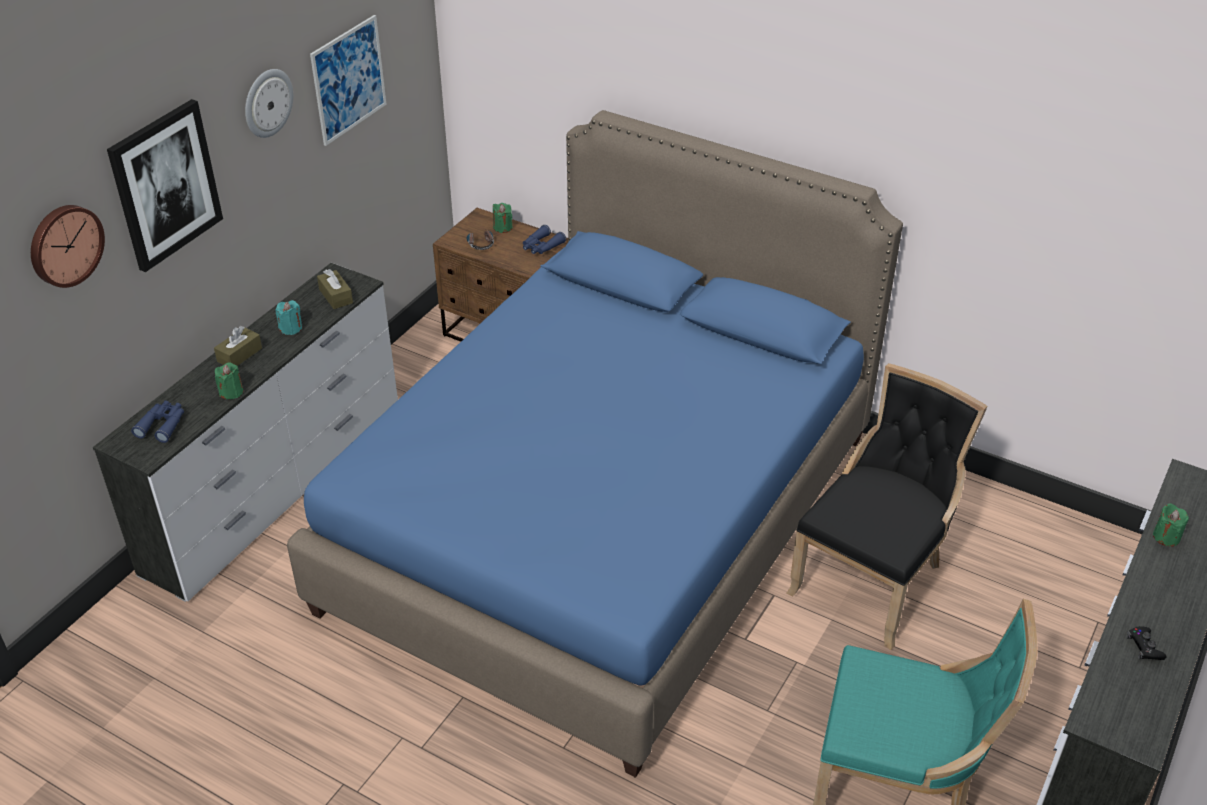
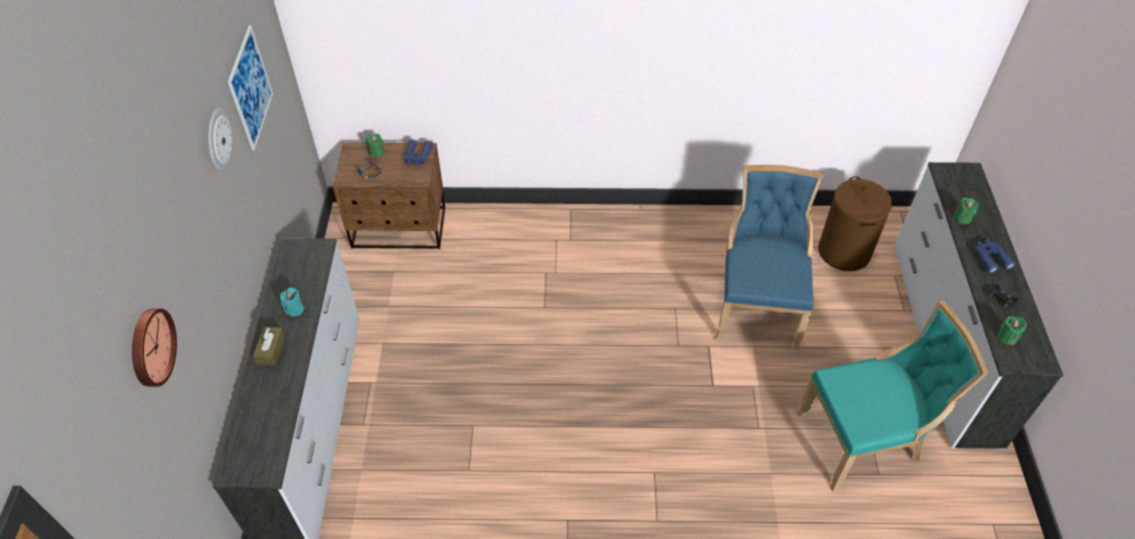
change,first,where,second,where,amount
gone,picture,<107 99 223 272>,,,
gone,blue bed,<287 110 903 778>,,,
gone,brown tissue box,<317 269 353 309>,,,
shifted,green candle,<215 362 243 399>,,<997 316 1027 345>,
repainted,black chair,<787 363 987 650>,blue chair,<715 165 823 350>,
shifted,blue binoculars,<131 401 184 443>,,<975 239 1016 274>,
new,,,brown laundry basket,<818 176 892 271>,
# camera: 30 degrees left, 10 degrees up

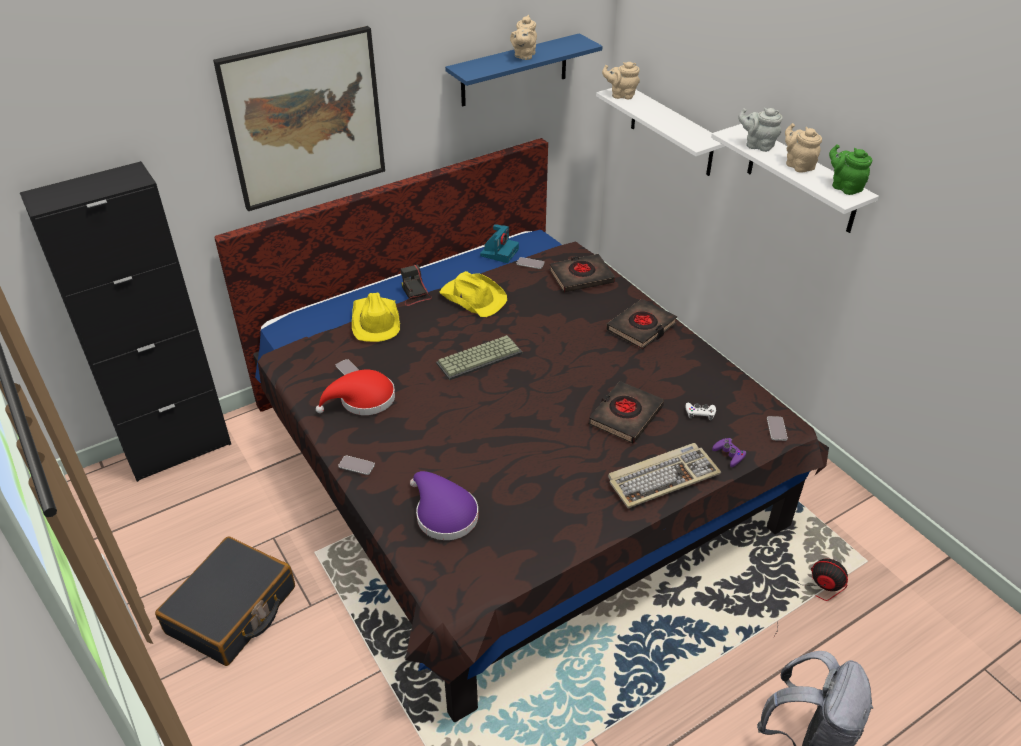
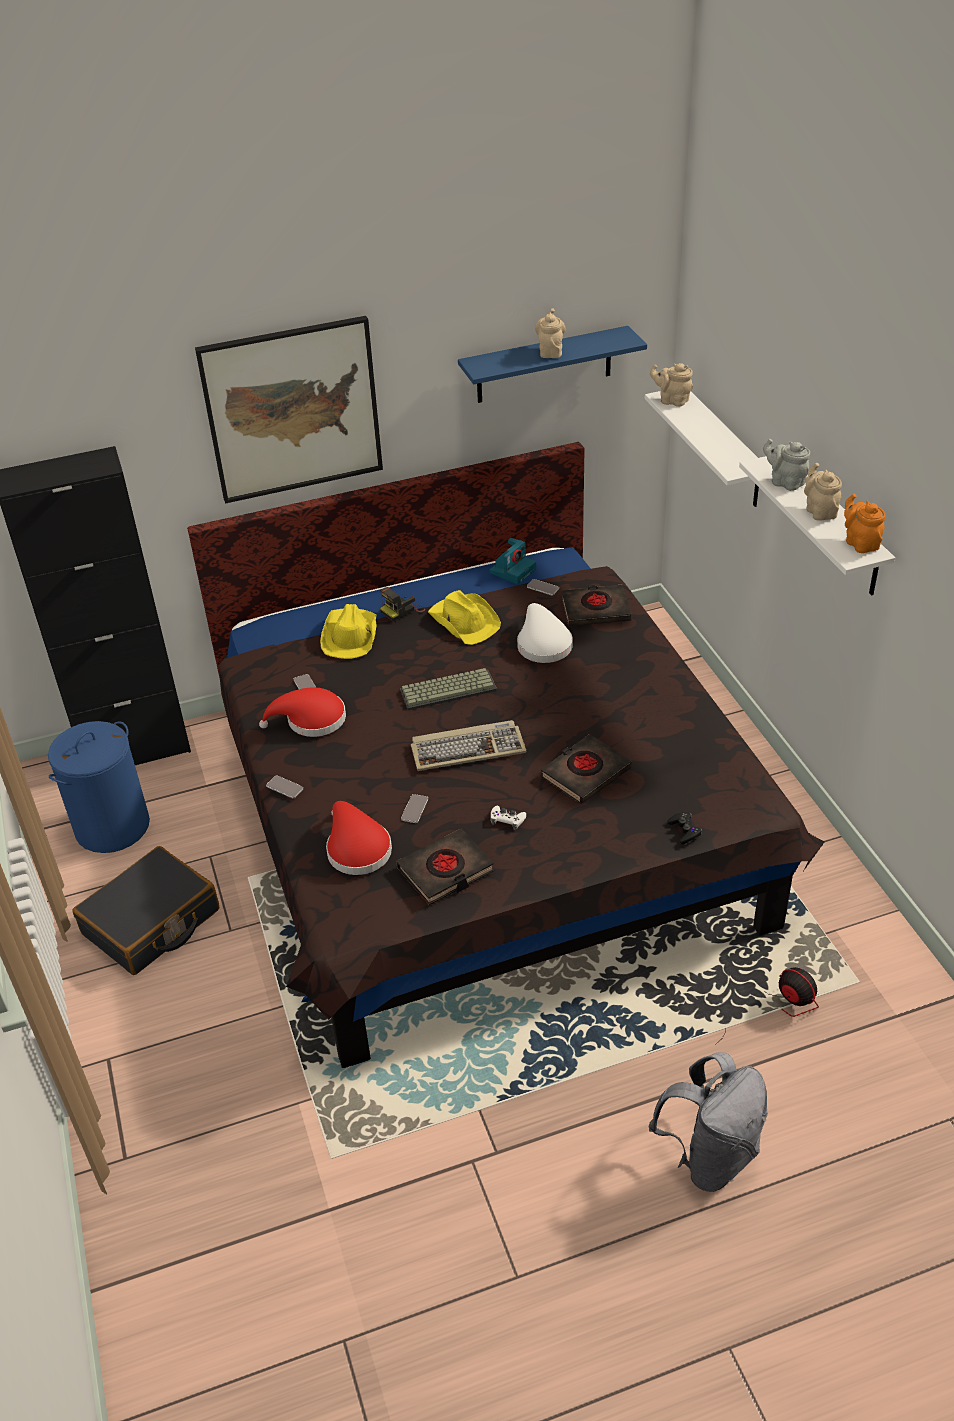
change,first,where,second,where,amount
rotated,beige teapot,<510 15 537 60>,,<535 308 566 358>,150 degrees clockwise
repainted,green teapot,<829 144 872 195>,orange teapot,<844 494 885 553>,
rotated,photo camera,<401 265 432 306>,,<380 587 425 621>,120 degrees counterclockwise
shifted,black book,<606 299 677 349>,,<396 828 494 905>,
shifted,white game controller,<685 403 716 421>,,<491 806 526 830>,
shifted,phone,<767 416 788 441>,,<401 794 428 823>,
repainted,purple game controller,<712 438 747 467>,black game controller,<667 812 702 844>,
shifted,keyboard,<608 443 721 509>,,<411 720 527 771>,
repainted,purple hat,<410 471 478 540>,red hat,<326 801 392 875>,
new,,,white hat,<517 603 573 663>,
new,,,blue laundry basket,<48 721 150 853>,
# camera: 15 degrees right, 0 degrees up

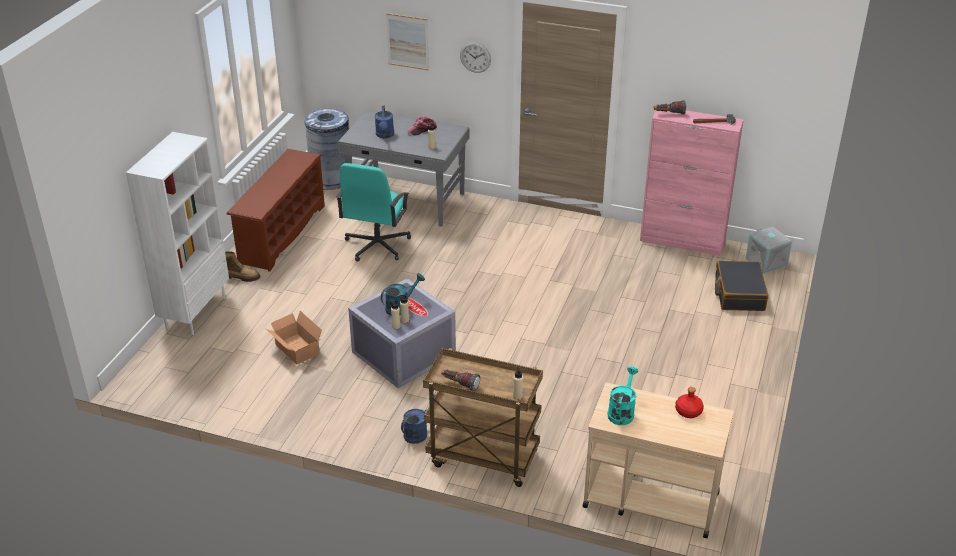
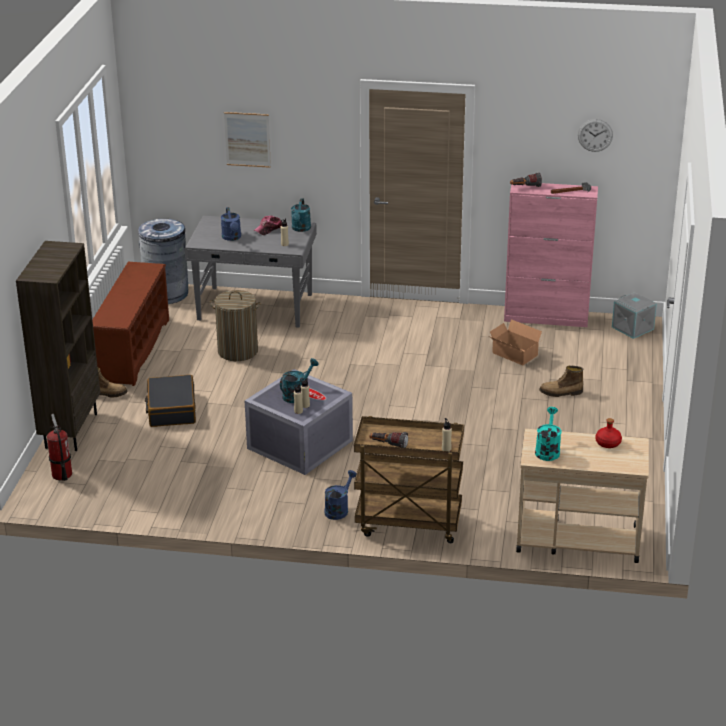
change,first,where,second,where,amount
shifted,wall clock,<460 42 491 73>,,<578 119 613 152>,
repainted,white bookcase,<126 132 229 335>,brown bookcase,<16 241 100 451>,
swapped,turquoise office chair,<336 163 411 262>,laundry basket,<210 290 261 361>,
shifted,black suitcase,<715 261 768 311>,,<145 375 196 427>,
shifted,cardboard box,<265 311 322 365>,,<489 319 542 365>,
new,,,turquoise watering can,<291 198 311 232>,
new,,,boot,<539 366 583 397>,
new,,,fire extinguisher,<47 414 72 481>,
# camera: 10 degrees left, 5 degrees down

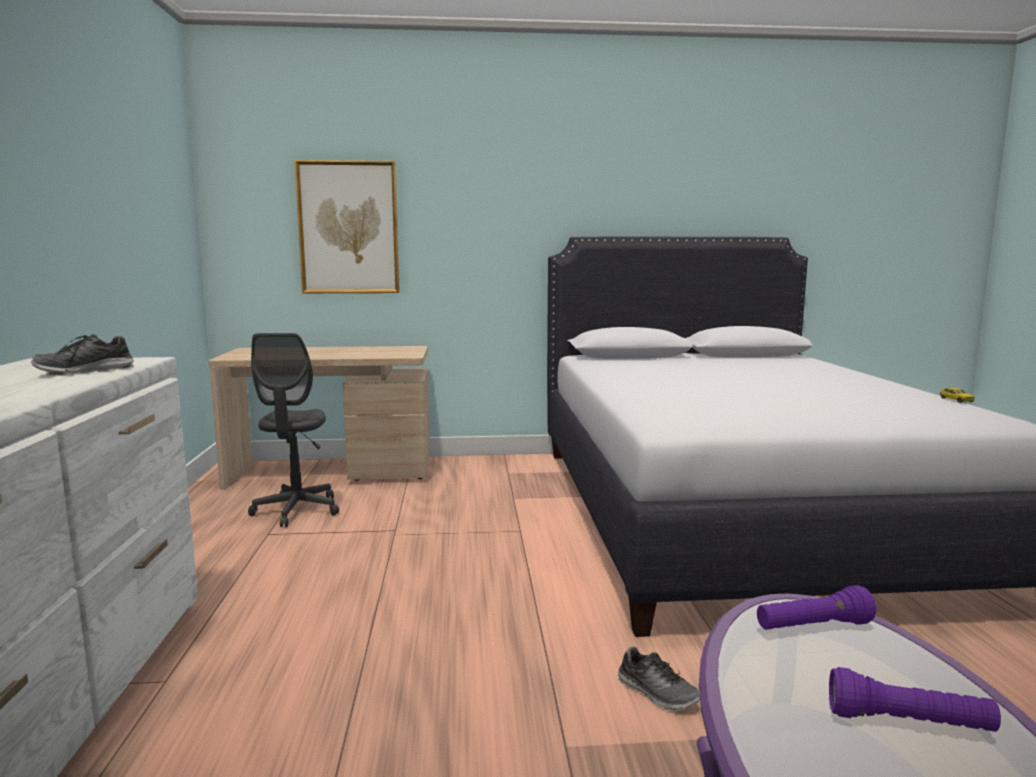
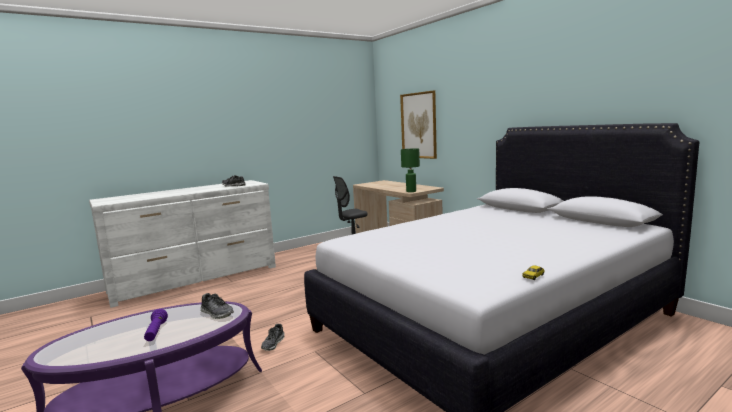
change,first,where,second,where,amount
swapped,purple flashlight,<757 585 876 630>,shoe,<200 293 234 319>,
new,,,green table lamp,<401 148 420 192>,
# camera: 60 degrees right, 0 degrees up

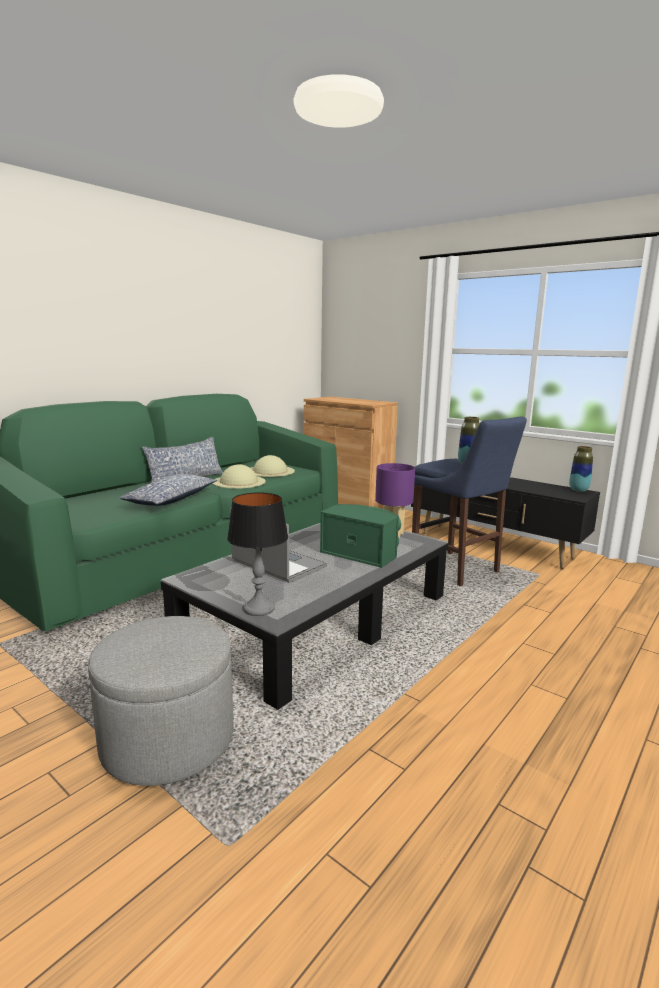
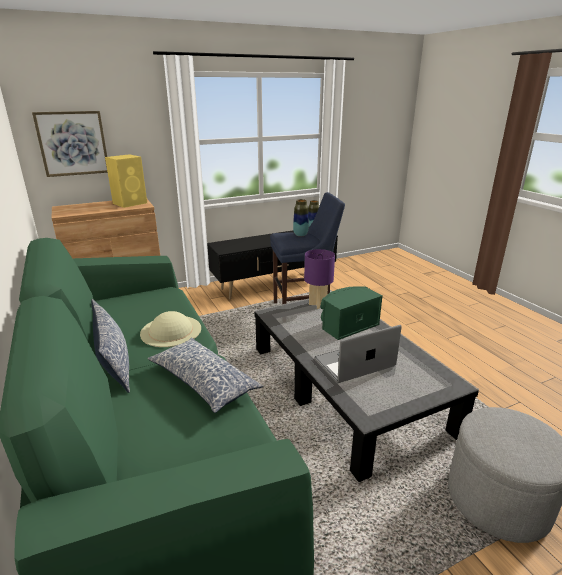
change,first,where,second,where,amount
gone,beige hat,<251 455 295 477>,,,
gone,table lamp,<227 492 288 616>,,,
new,,,picture,<32 111 108 177>,
new,,,yellow speaker,<105 154 147 208>,
# camera: 65 degrees left, 10 degrees up

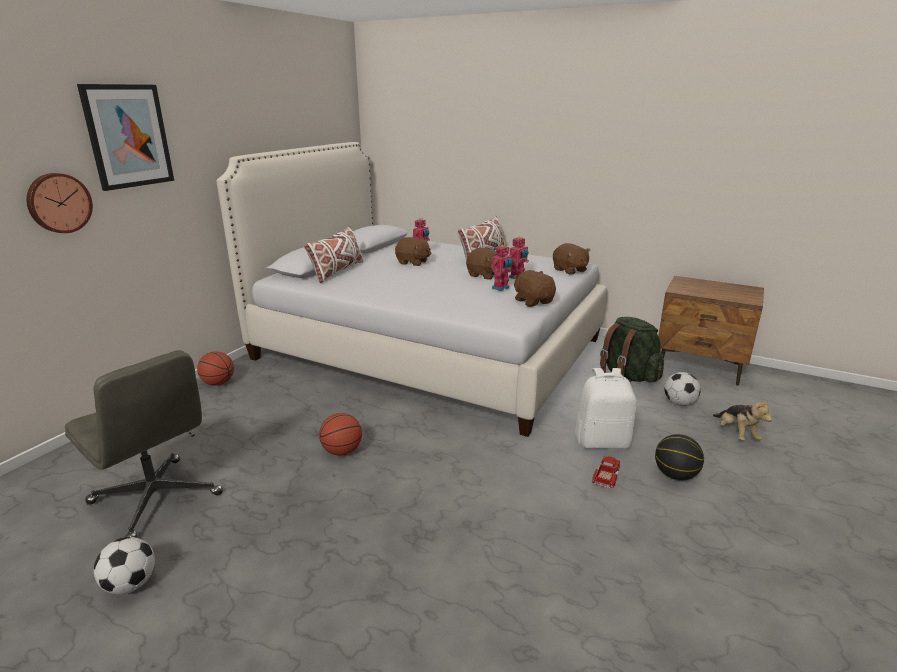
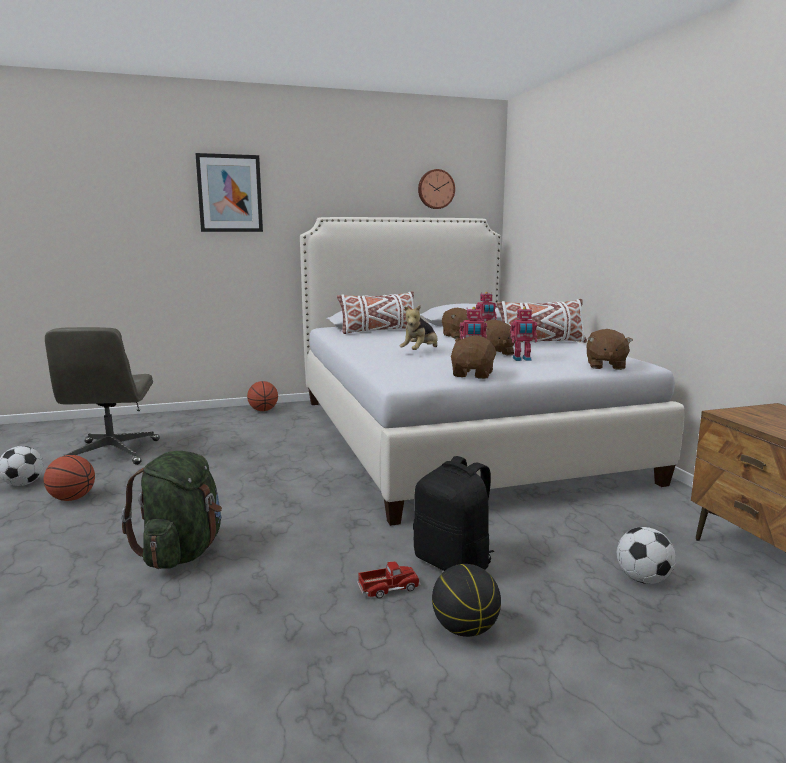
change,first,where,second,where,amount
shifted,wall clock,<26 173 93 233>,,<418 169 455 209>,
shifted,green backpack,<600 317 664 383>,,<121 451 222 569>,
repainted,white backpack,<575 368 637 449>,black backpack,<413 456 494 571>,
shifted,plush toy,<713 398 772 440>,,<399 305 438 350>,
shifted,basketball,<319 413 362 456>,,<44 455 95 501>,
# camera: 45 degrees right, 10 degrees down

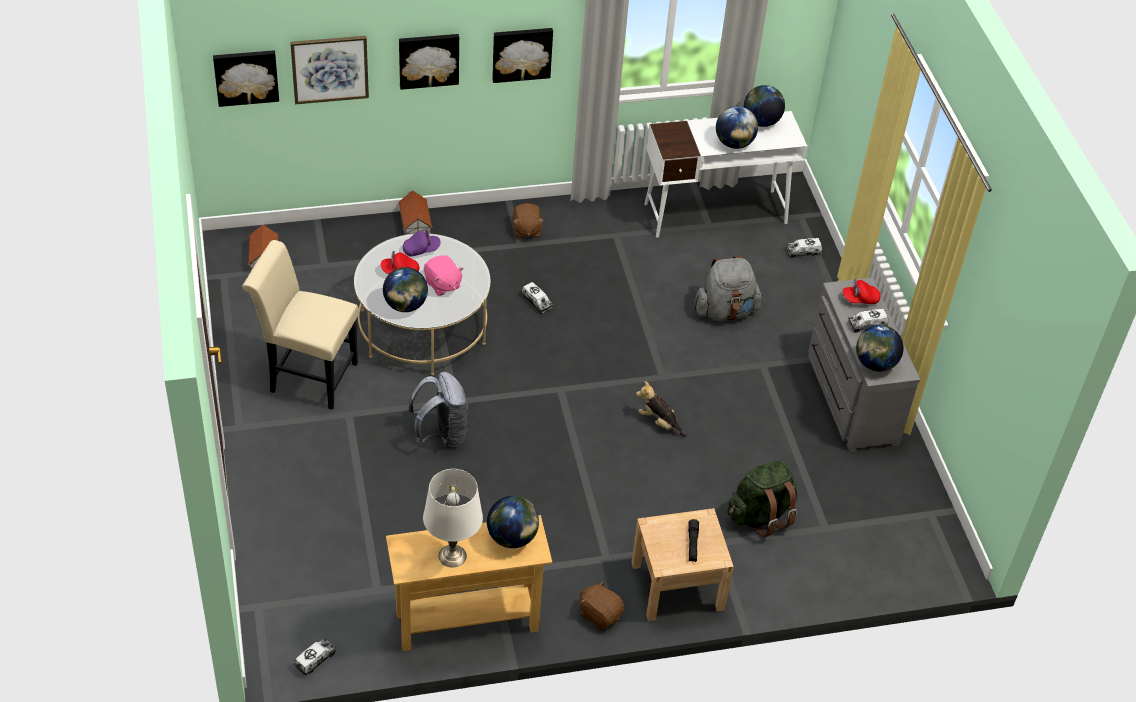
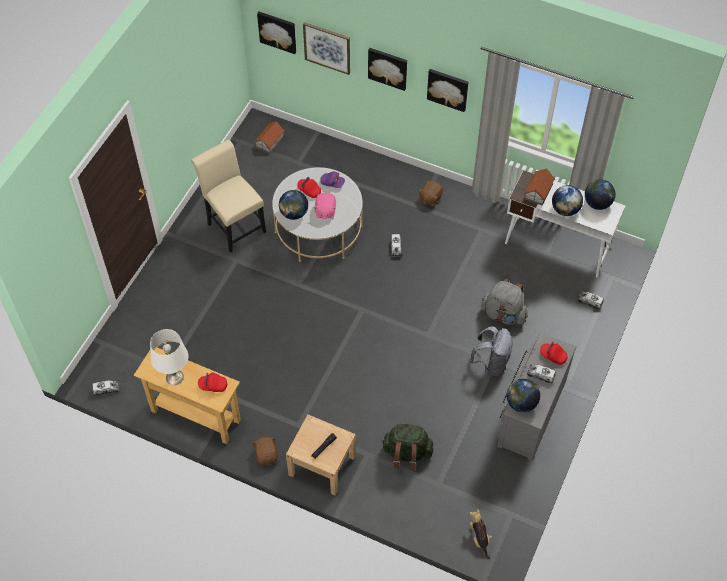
change,first,where,second,where,amount
shifted,toy house,<398 190 433 235>,,<524 168 555 205>,
shifted,grey backpack,<408 372 468 449>,,<470 326 513 376>,
shifted,plush toy,<636 381 687 437>,,<470 509 492 559>,
swapped,globe,<487 496 539 548>,red cap,<198 373 227 392>,
# camera: 40 degrees right, 10 degrees up

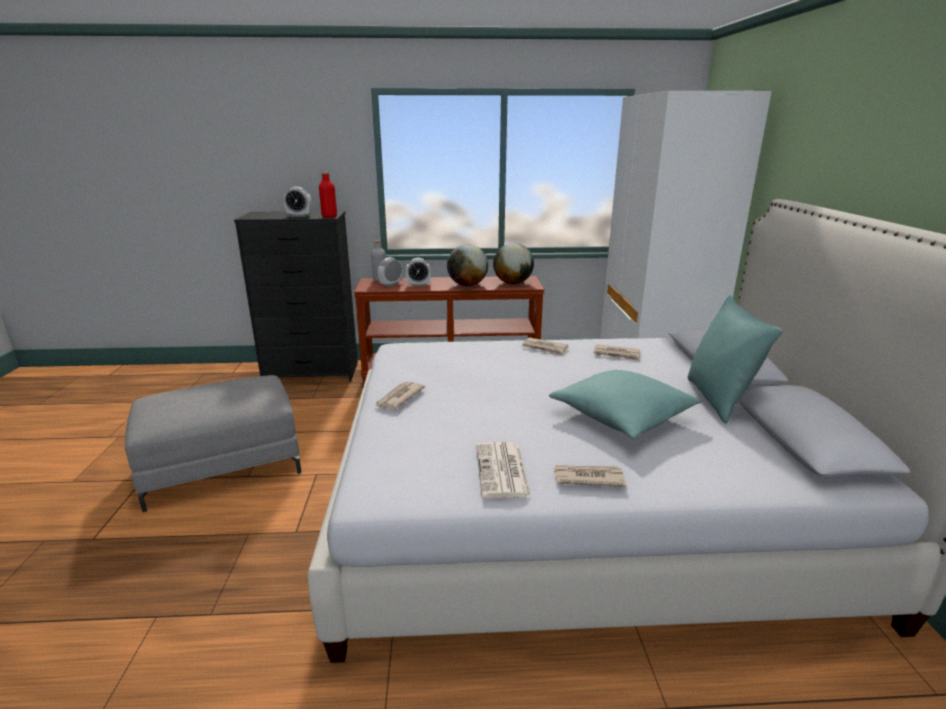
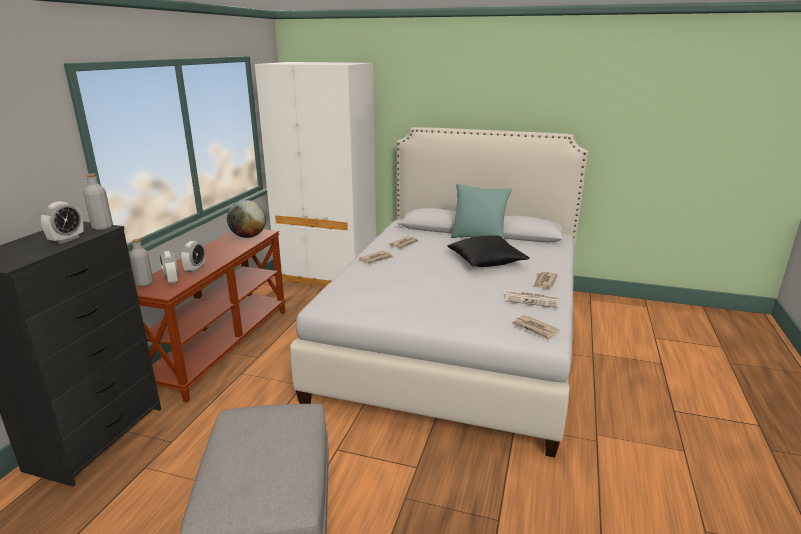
change,first,where,second,where,amount
repainted,red bottle,<319 172 337 218>,grey bottle,<84 174 113 230>,
gone,globe,<447 244 488 286>,,,
repainted,turquoise pillow,<549 370 702 439>,black pillow,<447 236 529 267>,
shifted,newspaper,<374 382 425 409>,,<512 315 559 341>,
# camera: 70 degrees left, 0 degrees up

